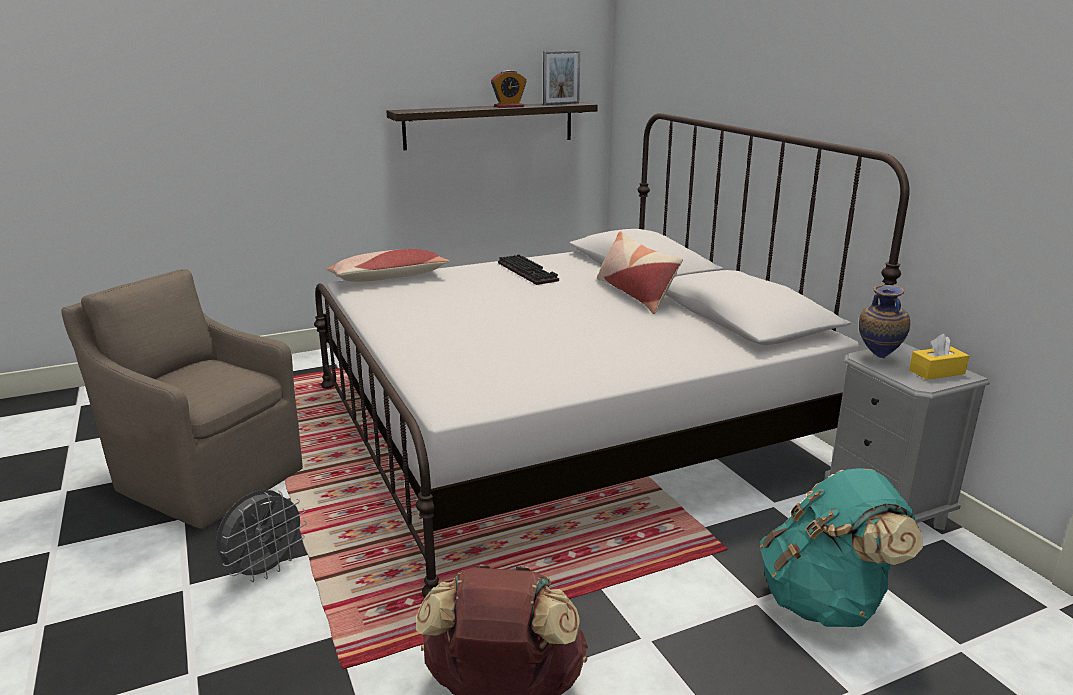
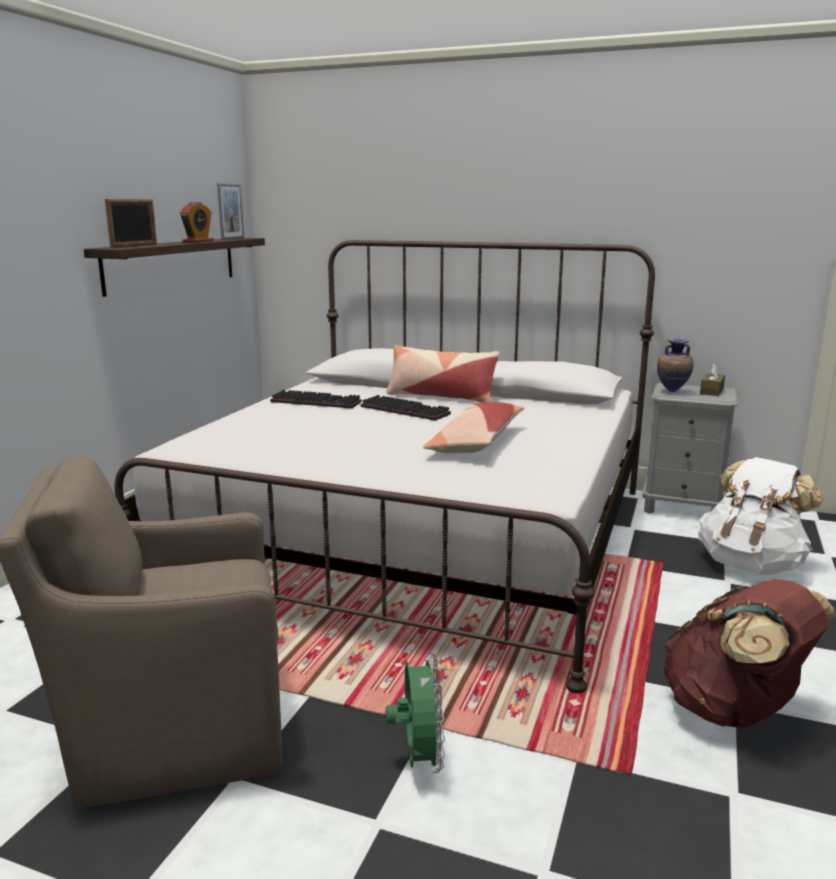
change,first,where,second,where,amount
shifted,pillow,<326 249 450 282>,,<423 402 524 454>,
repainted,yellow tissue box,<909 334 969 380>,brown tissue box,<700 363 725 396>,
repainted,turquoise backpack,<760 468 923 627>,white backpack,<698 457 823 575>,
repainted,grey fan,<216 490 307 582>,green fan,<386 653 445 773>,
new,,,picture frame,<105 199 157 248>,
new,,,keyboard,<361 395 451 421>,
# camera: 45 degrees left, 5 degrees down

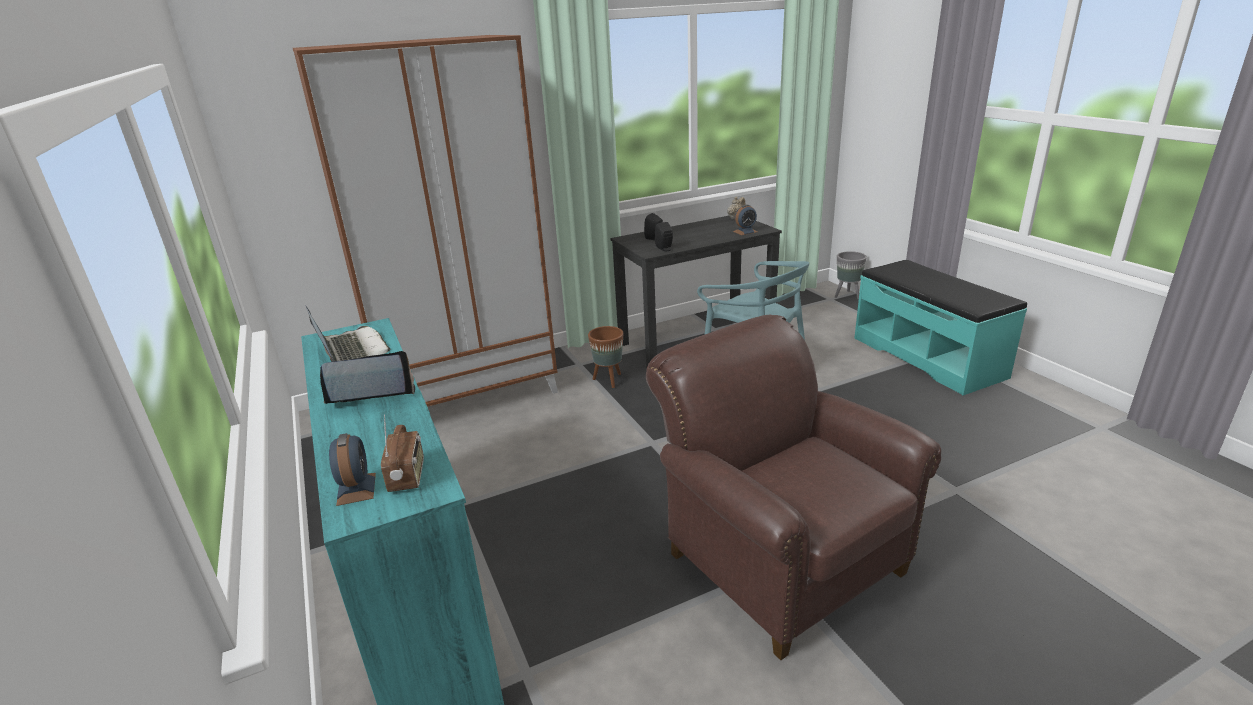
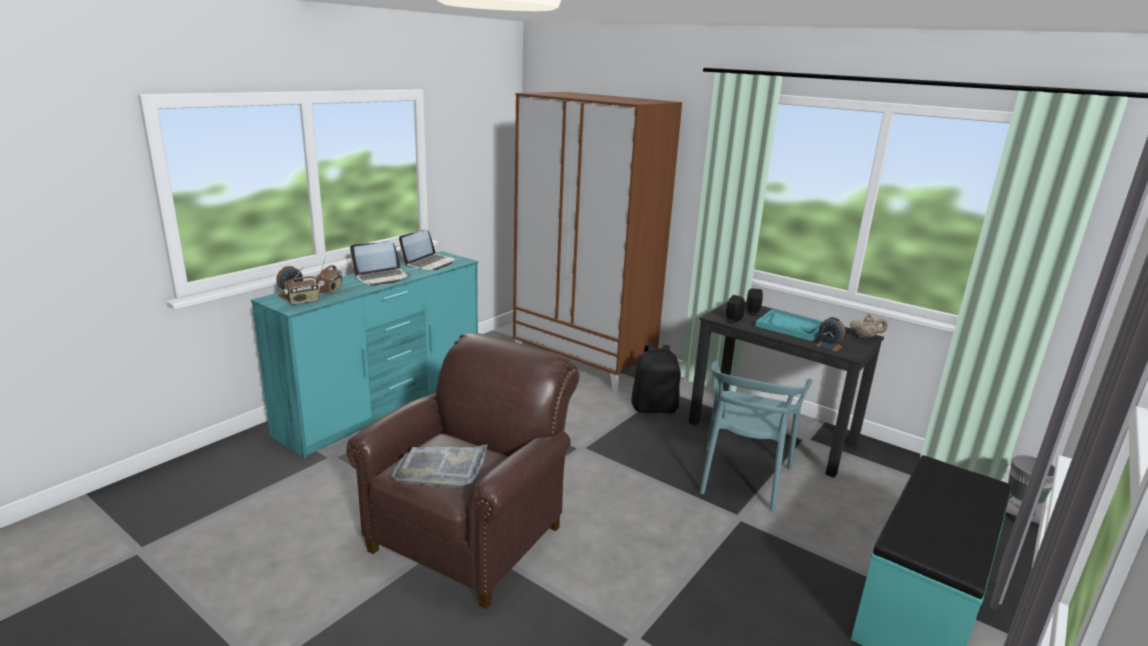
change,first,where,second,where,amount
swapped,brown planter,<588 326 623 388>,black backpack,<631 345 680 413>,
rotated,laptop,<320 351 415 404>,,<350 242 411 286>,105 degrees clockwise
new,,,radio,<316 258 343 294>,
new,,,turquoise tray,<755 309 823 341>,
new,,,grey tray,<391 444 488 489>,
# camera: 60 degrees right, 5 degrees down

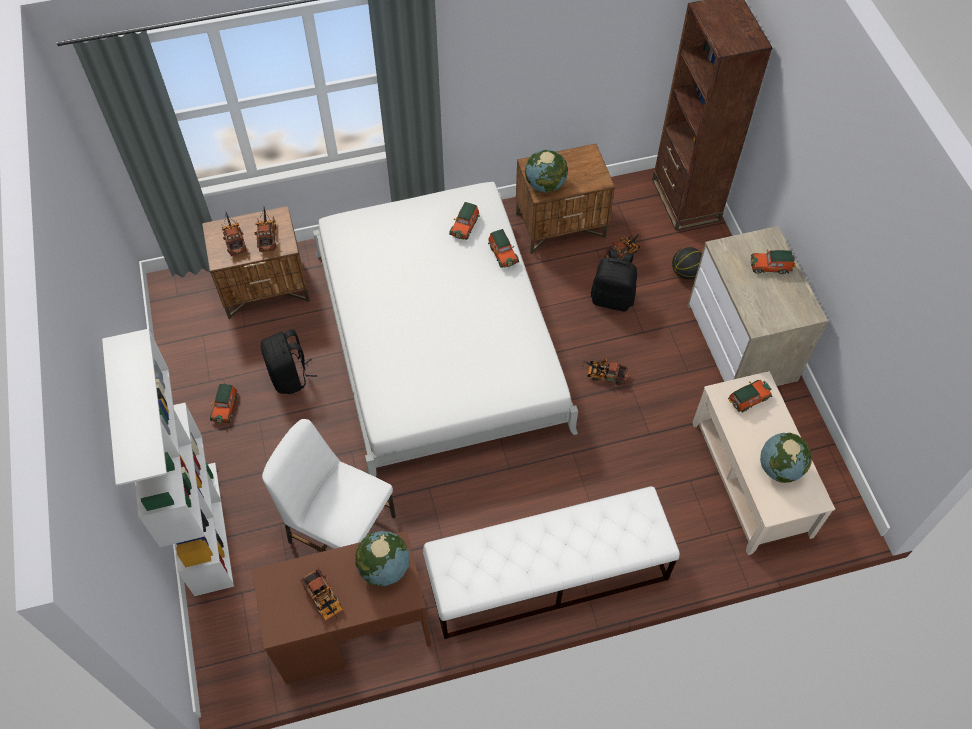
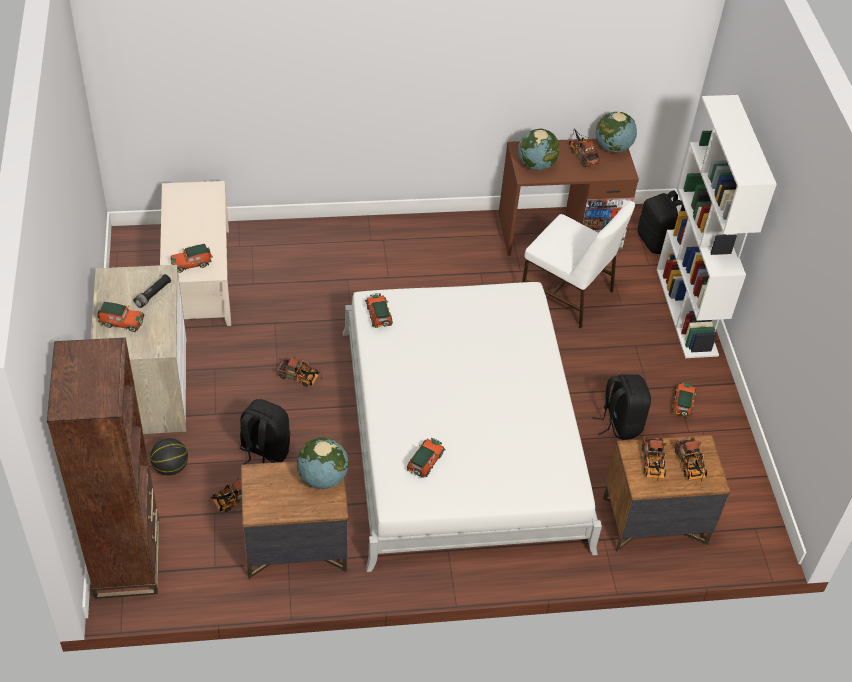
change,first,where,second,where,amount
shifted,toy car,<488 229 519 268>,,<365 293 393 328>,
shifted,globe,<760 433 812 483>,,<596 112 637 153>,
gone,white bench,<423 486 680 639>,,,
new,,,black backpack,<637 191 685 254>,
new,,,black flashlight,<133 274 171 308>,
# camera: 175 degrees left, 10 degrees down

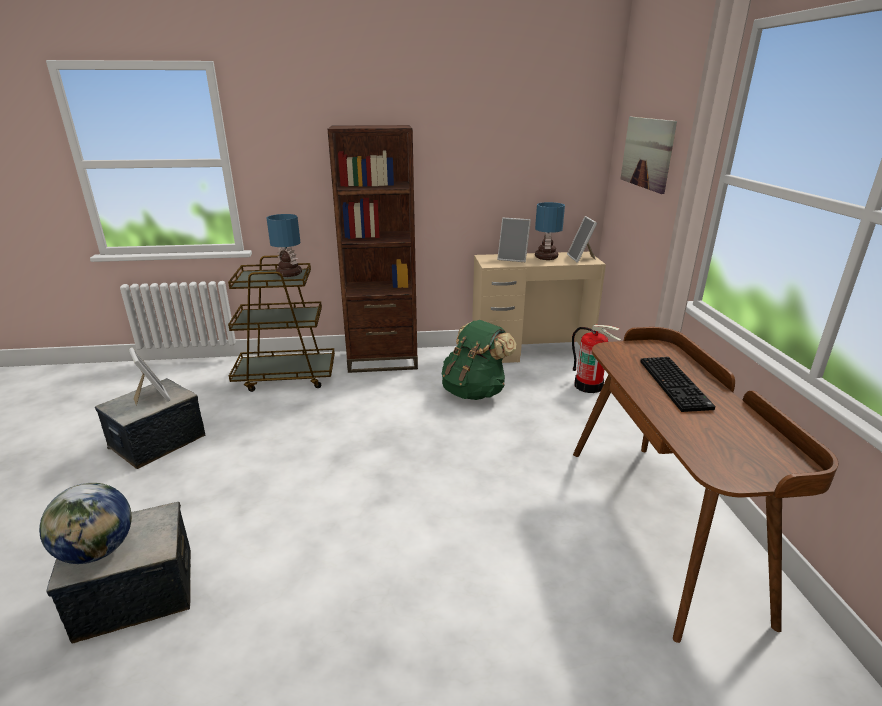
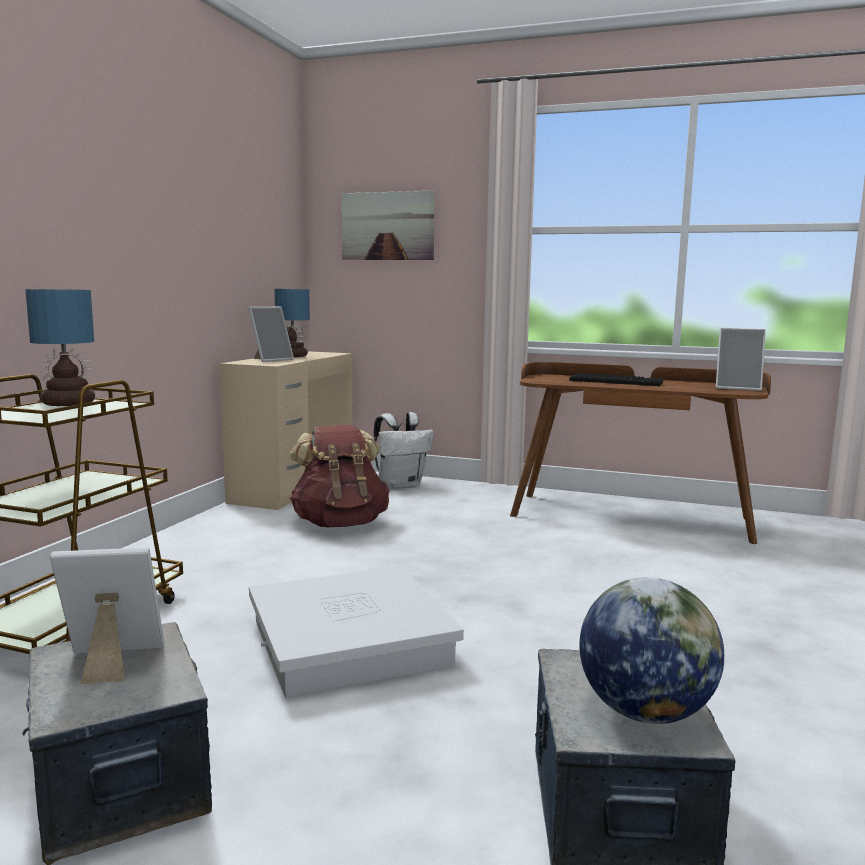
change,first,where,second,where,amount
gone,brown bookcase,<328 125 418 373>,,,
shifted,picture frame,<567 216 597 263>,,<716 328 766 391>,
repainted,green backpack,<441 320 516 400>,brown backpack,<289 425 390 527>,
swapped,fire extinguisher,<572 324 621 393>,white backpack,<374 412 434 489>,
new,,,white storage box,<249 566 464 698>,
# camera: 65 degrees left, 15 degrees down

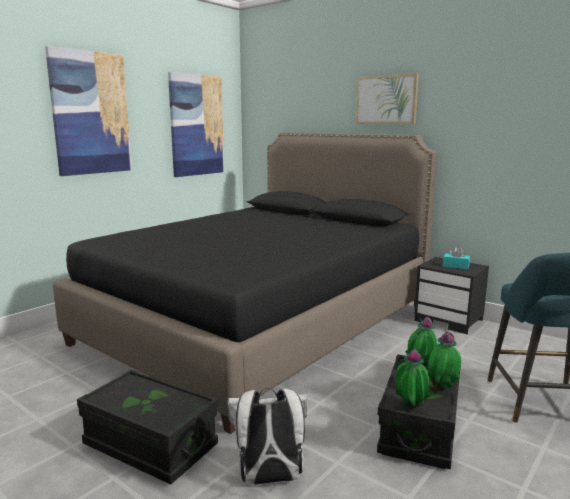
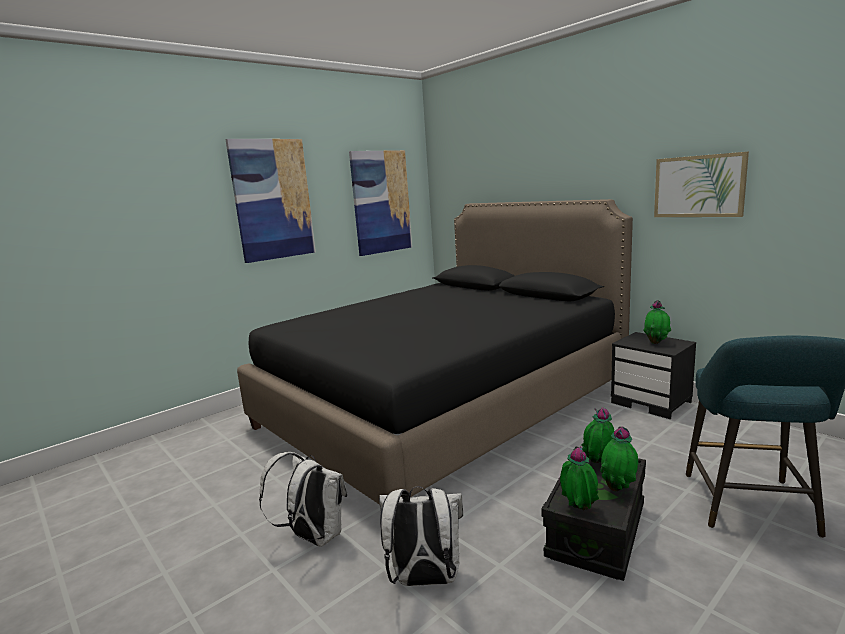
change,first,where,second,where,amount
shifted,picture,<356 73 419 124>,,<654 152 749 217>,
swapped,turquoise tissue box,<443 246 470 269>,potted plant,<643 300 671 344>,
swapped,black storage box,<77 370 218 484>,white backpack,<259 452 347 547>,
# camera: 10 degrees right, 0 degrees up

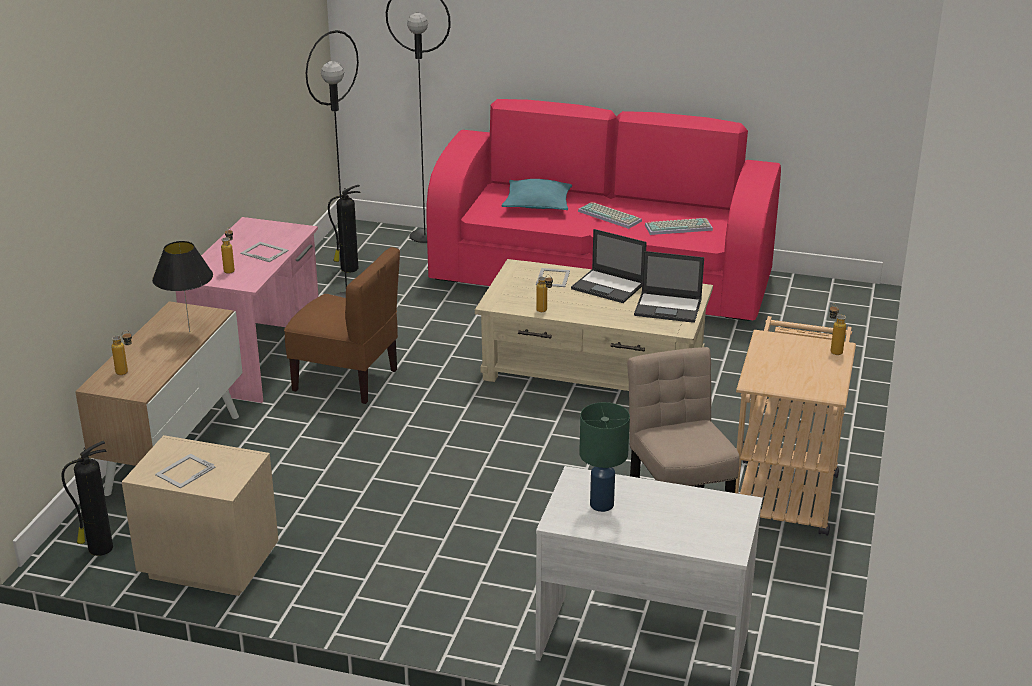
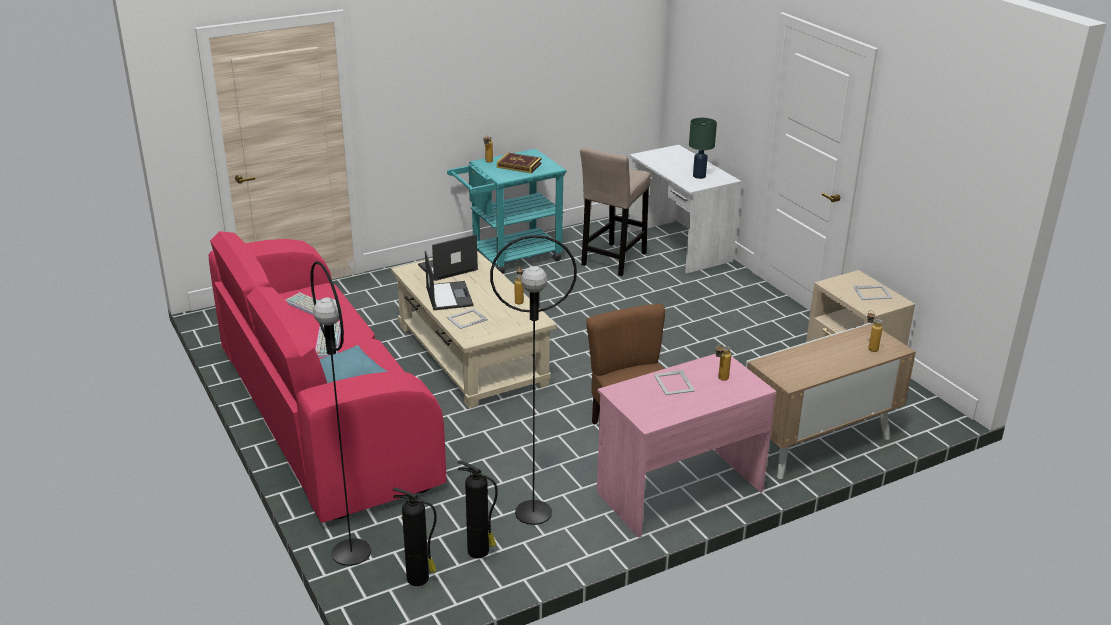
change,first,where,second,where,amount
gone,black table lamp,<152 241 213 332>,,,
rotated,laptop,<634 251 704 323>,,<418 234 478 281>,90 degrees counterclockwise
repainted,beige cart,<735 316 856 536>,turquoise cart,<447 149 567 274>,
shifted,fire extinguisher,<61 441 113 556>,,<393 488 437 586>,
new,,,book,<497 152 542 173>,
# camera: 135 degrees left, 0 degrees up

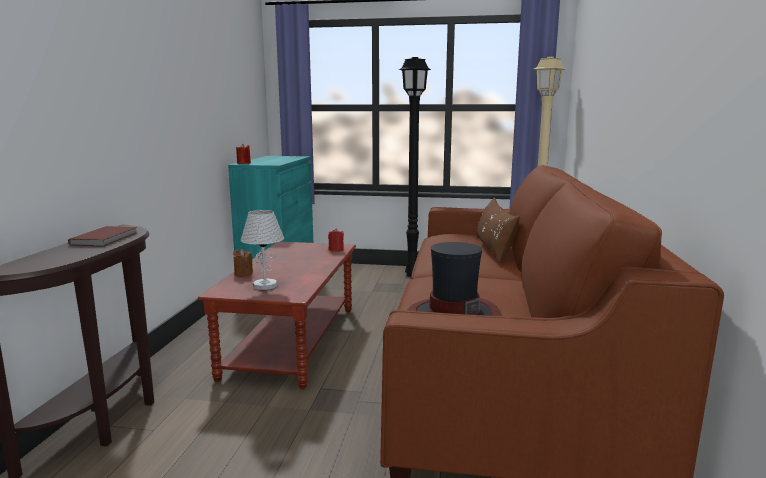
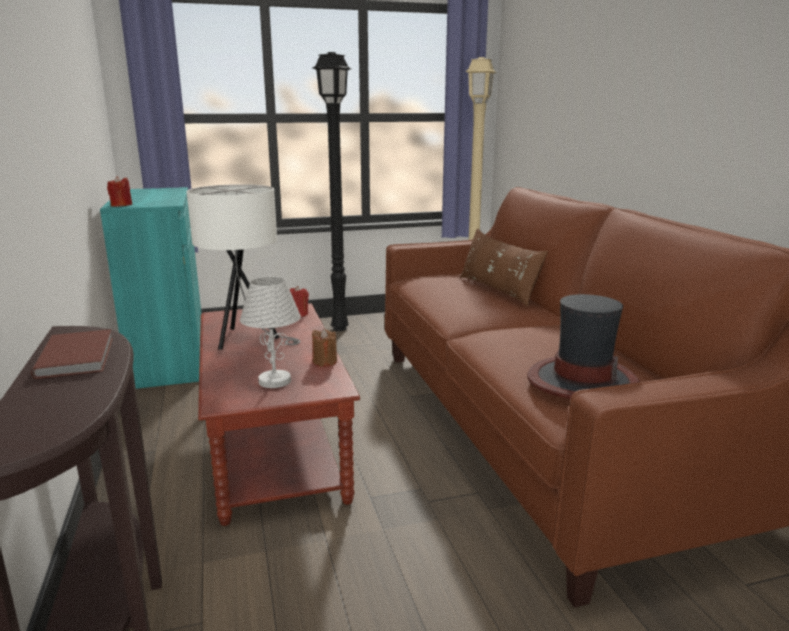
change,first,where,second,where,amount
shifted,brown candle,<233 249 253 277>,,<312 329 337 367>,
new,,,white table lamp,<186 184 301 350>,
# camera: 25 degrees left, 5 degrees up

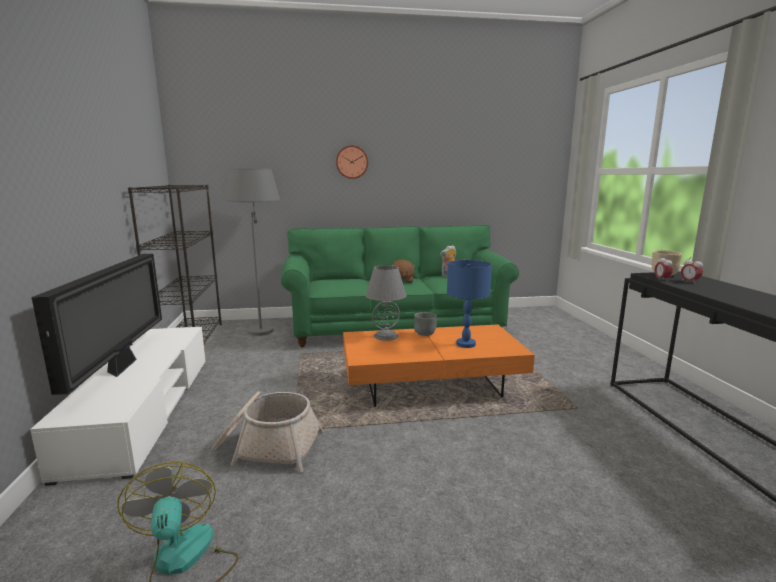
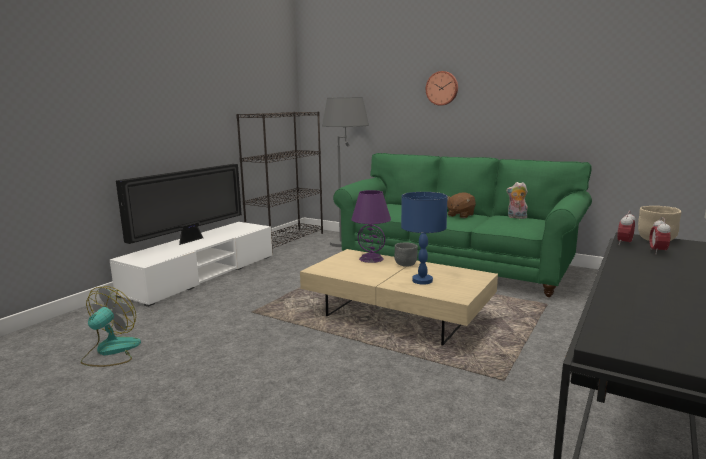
change,first,where,second,where,amount
repainted,grey table lamp,<366 265 407 341>,purple table lamp,<351 190 391 263>,
repainted,orange coffee table,<343 325 535 407>,beige coffee table,<300 249 498 345>,
gone,basket,<212 391 324 473>,,,
# camera: 40 degrees right, 0 degrees up

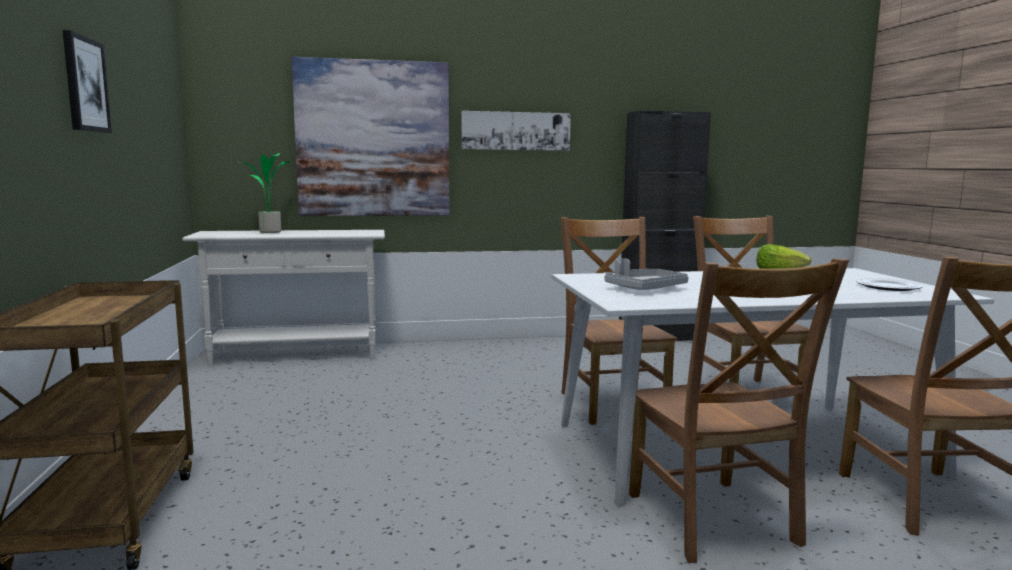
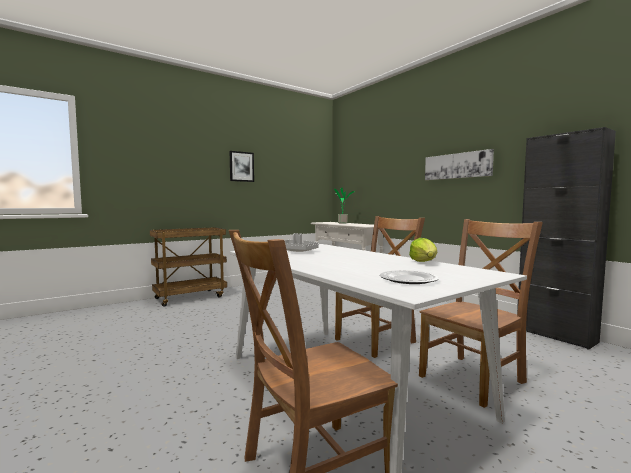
change,first,where,second,where,amount
gone,picture,<292 57 449 216>,,,
gone,brown chair,<629 258 849 563>,,,
# camera: 65 degrees right, 5 degrees down

